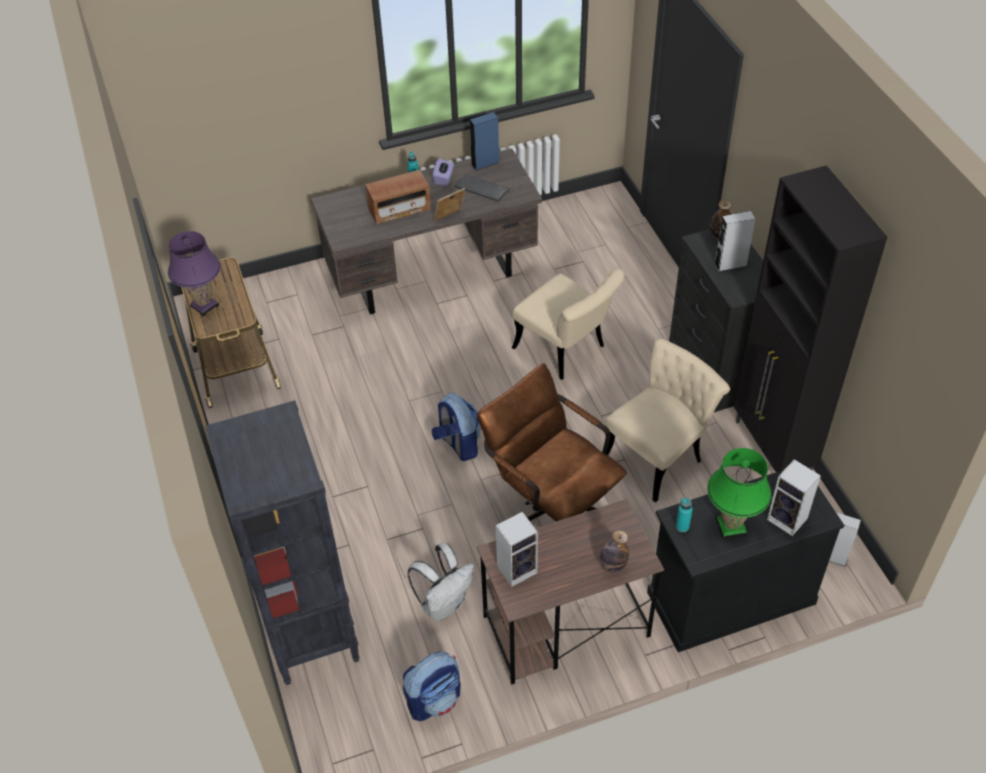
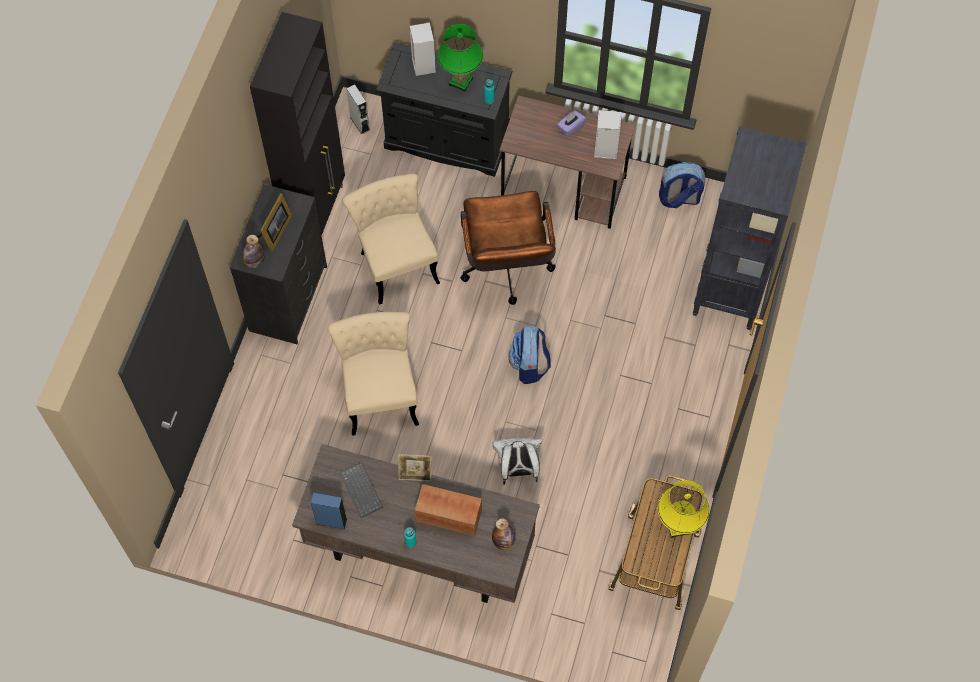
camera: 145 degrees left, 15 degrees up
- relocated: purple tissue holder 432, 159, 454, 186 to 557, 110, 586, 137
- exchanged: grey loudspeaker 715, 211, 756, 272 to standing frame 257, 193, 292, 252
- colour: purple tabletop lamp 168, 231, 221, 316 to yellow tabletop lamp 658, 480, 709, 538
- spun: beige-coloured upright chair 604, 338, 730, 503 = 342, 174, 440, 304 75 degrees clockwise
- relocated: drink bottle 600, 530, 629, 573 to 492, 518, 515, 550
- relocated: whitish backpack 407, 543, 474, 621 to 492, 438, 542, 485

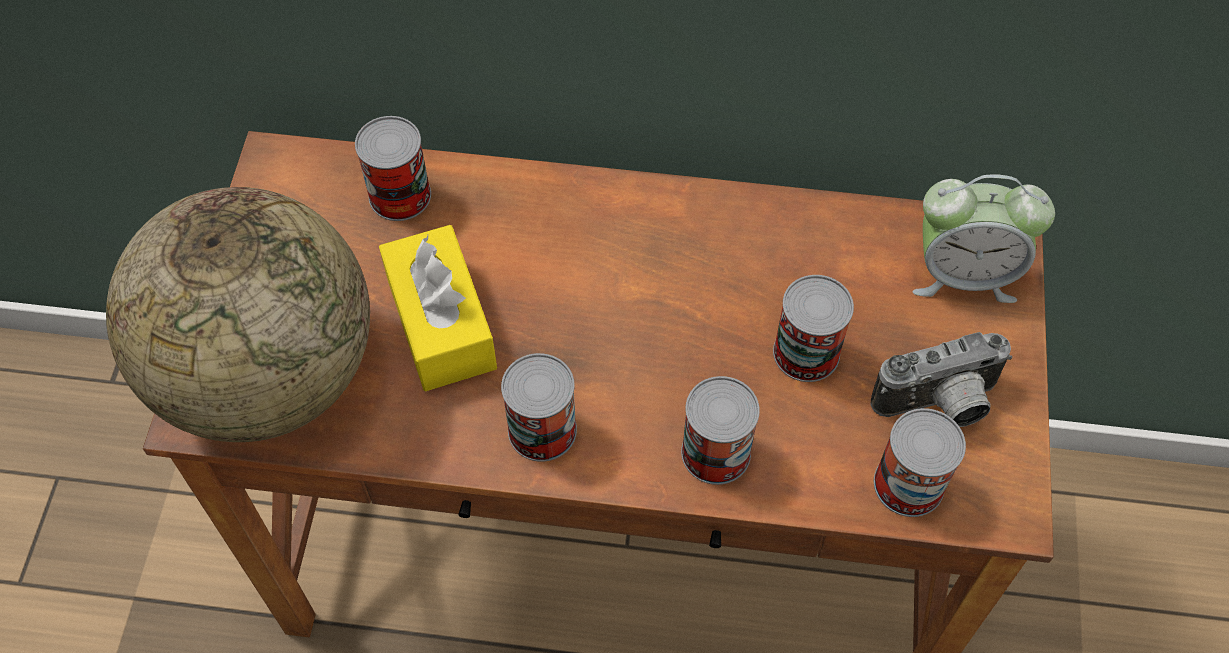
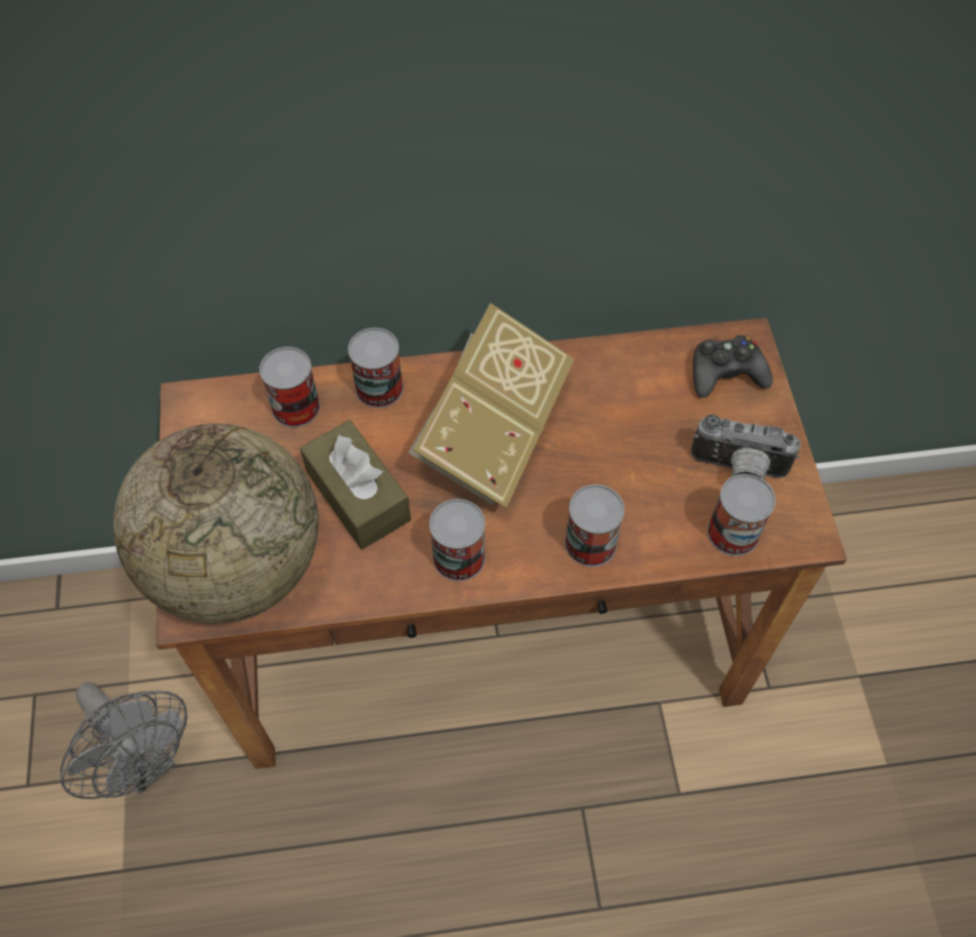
camera: 15 degrees left, 0 degrees up
- exchanged: bedside clock 913, 175, 1055, 303 to blackish joypad 693, 335, 773, 398
- colour: yellow tissue holder 379, 225, 497, 391 to brownish tissue holder 300, 420, 411, 550
- relocated: sealed can 773, 275, 854, 382 to 348, 328, 403, 408
- spun: still camera 871, 332, 1012, 427 = 691, 414, 801, 480 45 degrees clockwise
- appeared: volume 408, 303, 574, 508
- appeared: grey cooling fan 60, 682, 187, 799

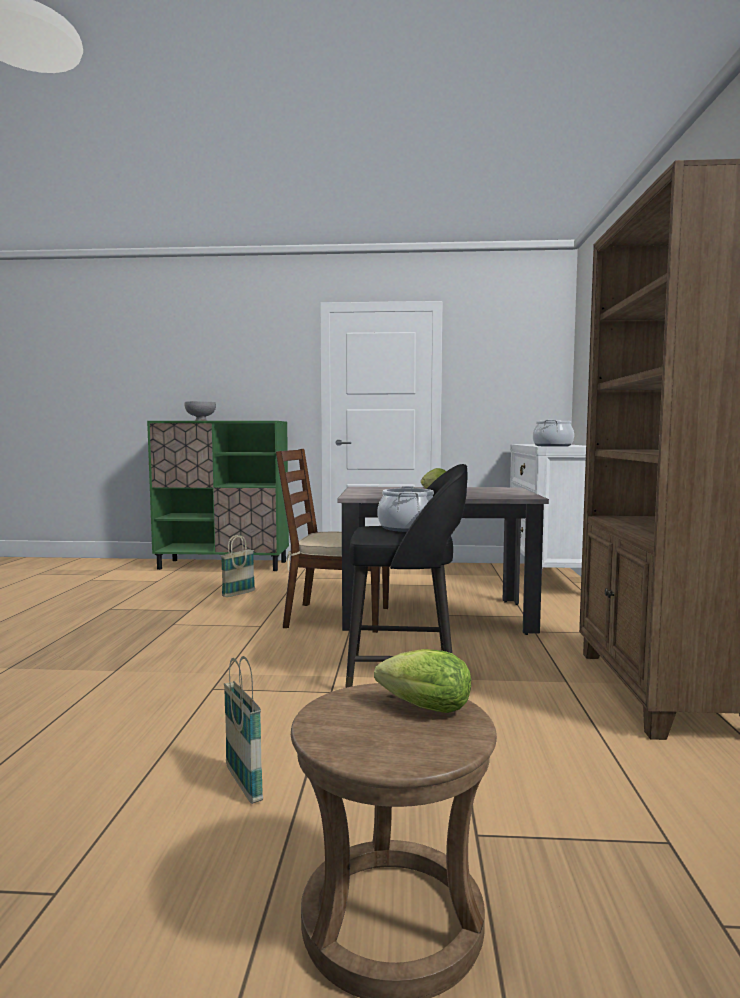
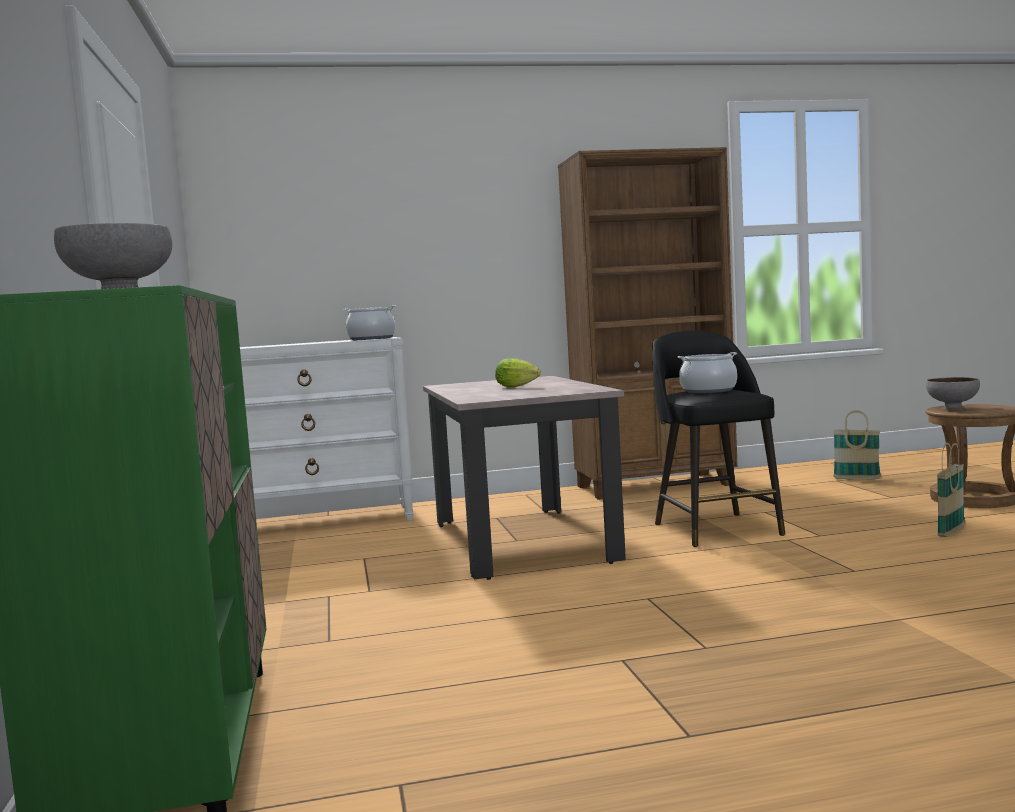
camera: 105 degrees left, 0 degrees up
- missing: brownish upright chair 276, 449, 390, 633
- relocated: household basket 221, 535, 255, 597 to 833, 410, 881, 479
- exchanged: lettuce 374, 649, 471, 713 to grey bowl 926, 377, 980, 410

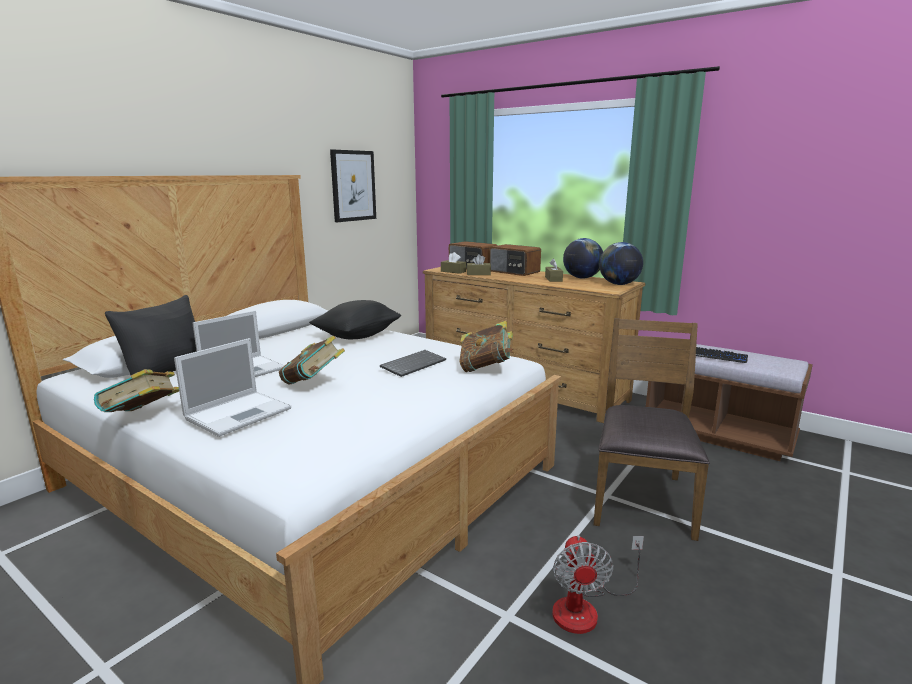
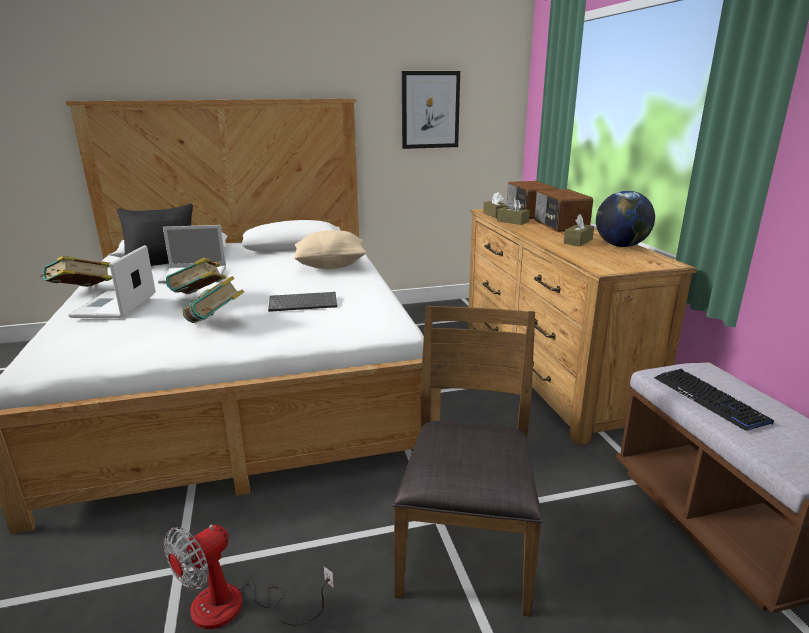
camera: 40 degrees right, 5 degrees up
- missing: globe 599, 242, 643, 285
- colour: blackish pillow 309, 300, 401, 340 to beige-coloured pillow 294, 230, 367, 269
- spun: brownish upright chair 594, 318, 710, 541 = 393, 305, 542, 617 45 degrees counterclockwise
- relocated: volume 459, 321, 514, 372 to 182, 276, 244, 323
- spun: laptop 174, 338, 291, 437 = 68, 245, 156, 318 105 degrees clockwise

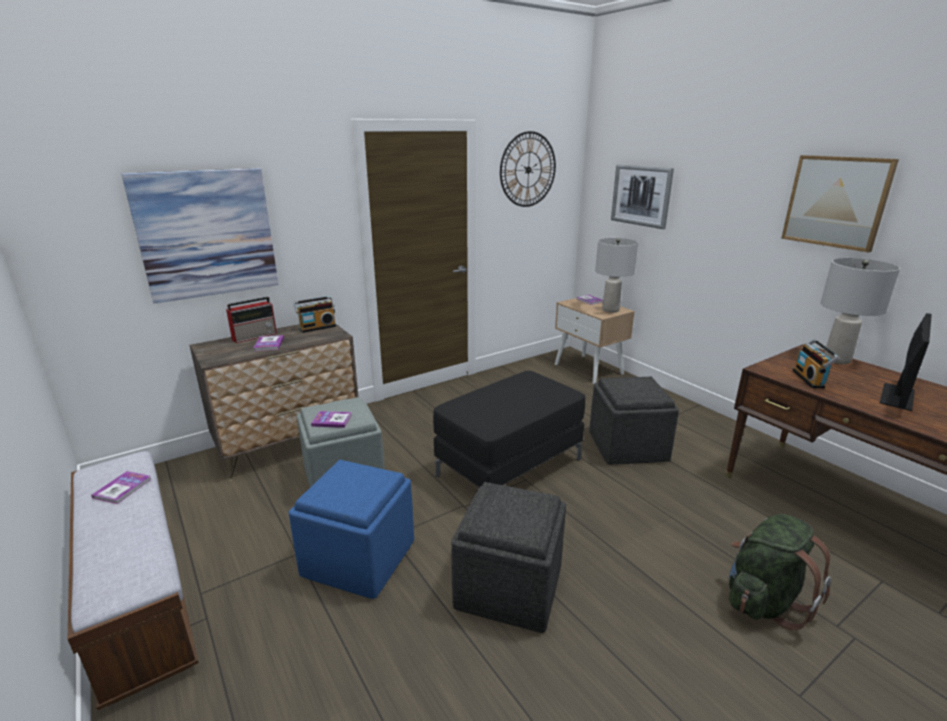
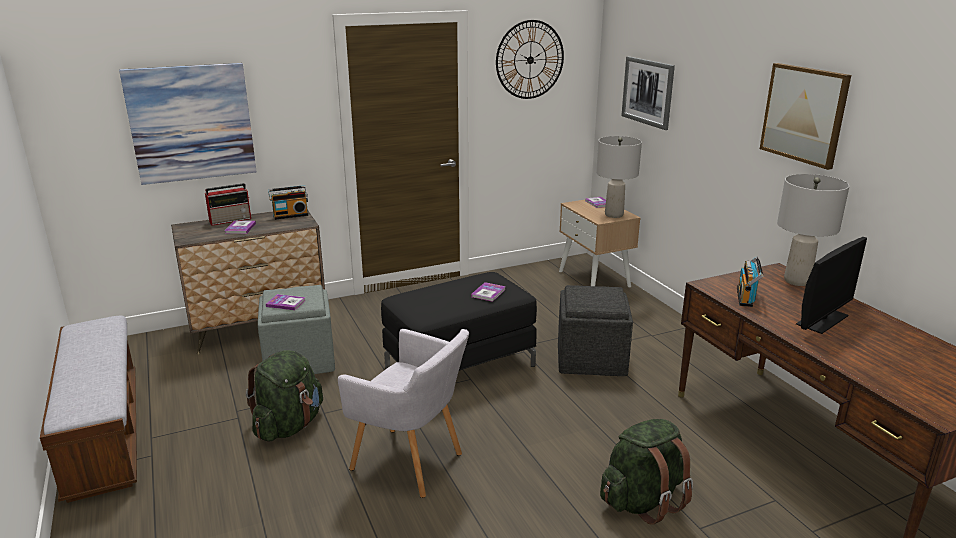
camera: 10 degrees right, 0 degrees up
- exchanged: blue-coloured pouffe 289, 460, 414, 599 to greenish backpack 246, 350, 323, 442
- relocated: volume 91, 471, 152, 504 to 471, 282, 506, 302
- exchanged: grey pouffe 451, 482, 566, 633 to grey lounge chair 338, 329, 469, 498

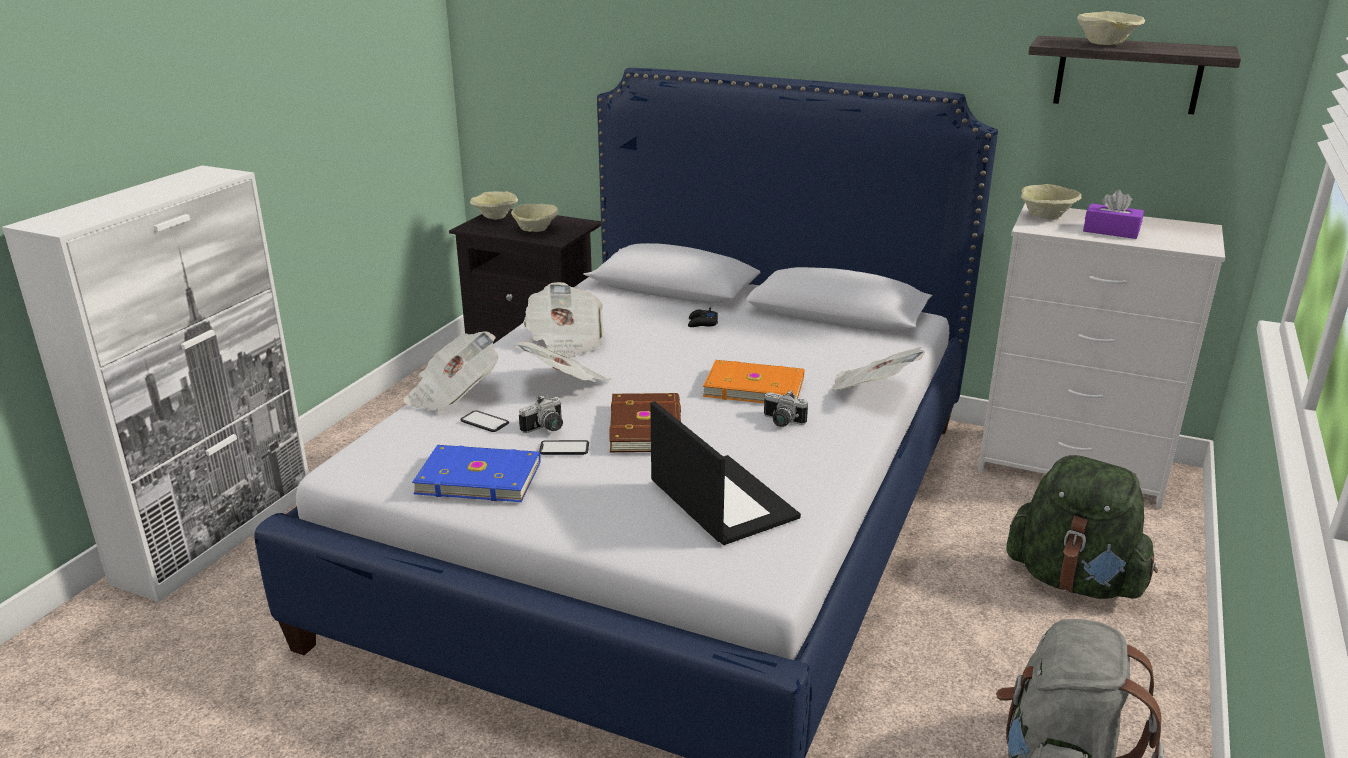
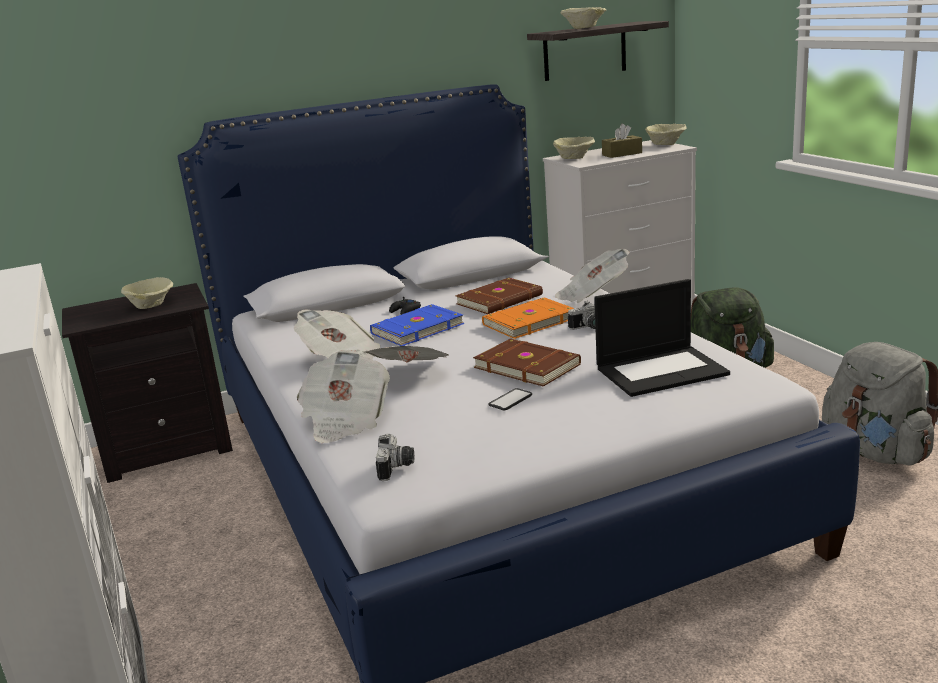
camera: 45 degrees left, 5 degrees down
- colour: purple tissue holder 1083, 190, 1144, 239 to brownish tissue holder 602, 124, 642, 158
- relocated: beige-coloured bowl 470, 191, 518, 220 to 645, 124, 687, 145
- relocated: still camera 519, 395, 563, 433 to 376, 433, 414, 481
- spun: laptop 650, 401, 801, 545 = 594, 279, 730, 397 150 degrees clockwise
- missing: handset 460, 410, 509, 432
- relocated: blue-coloured volume 412, 445, 541, 502 to 370, 304, 464, 346
- appeared: brownish volume 455, 278, 543, 314

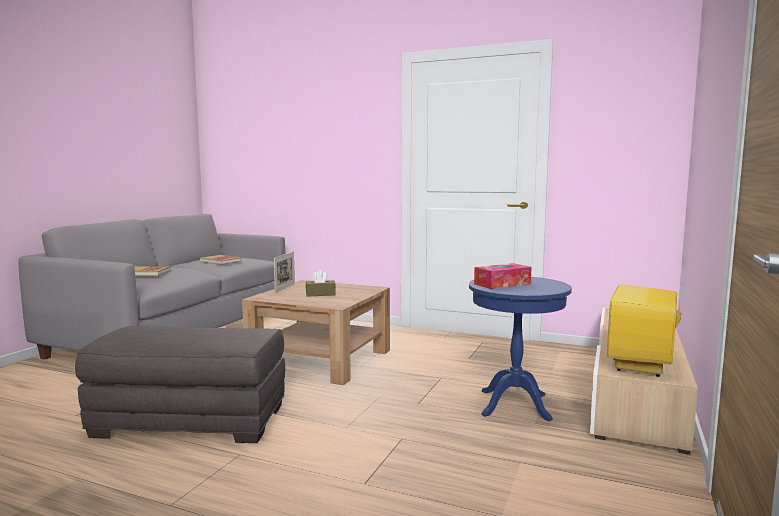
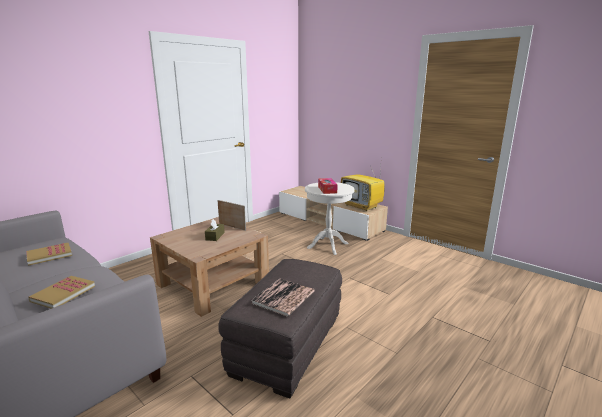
camera: 70 degrees left, 10 degrees up
- relocated: standing frame 274, 252, 295, 293 to 217, 200, 246, 231
- colour: blue-coloured accent table 469, 277, 572, 421 to whitish accent table 305, 182, 355, 255
- appeared: volume 251, 279, 315, 317

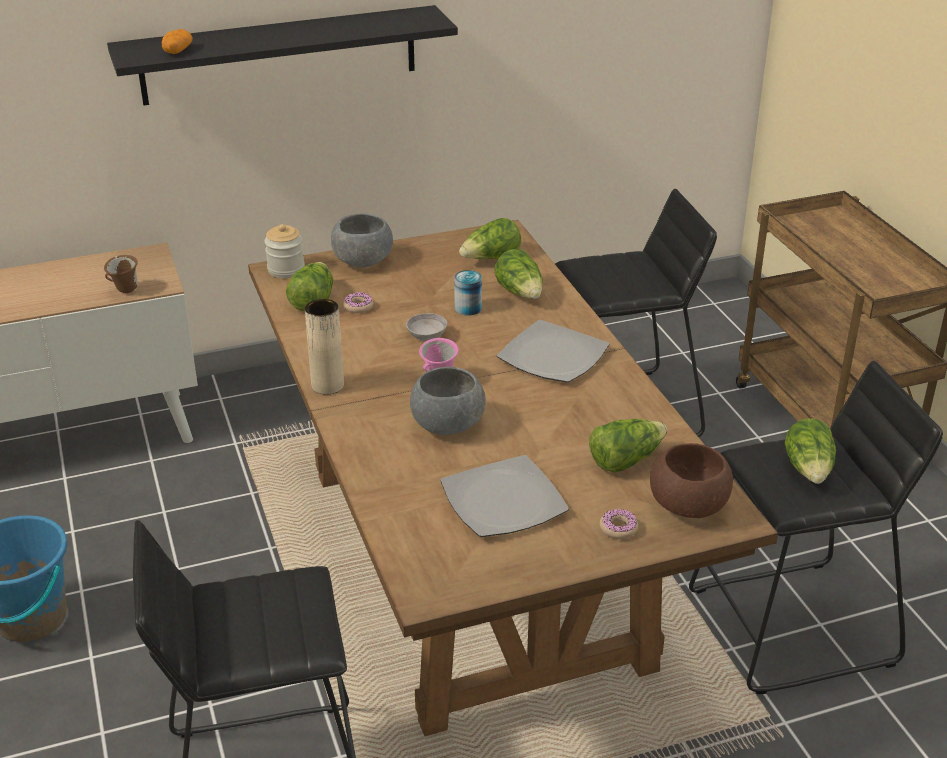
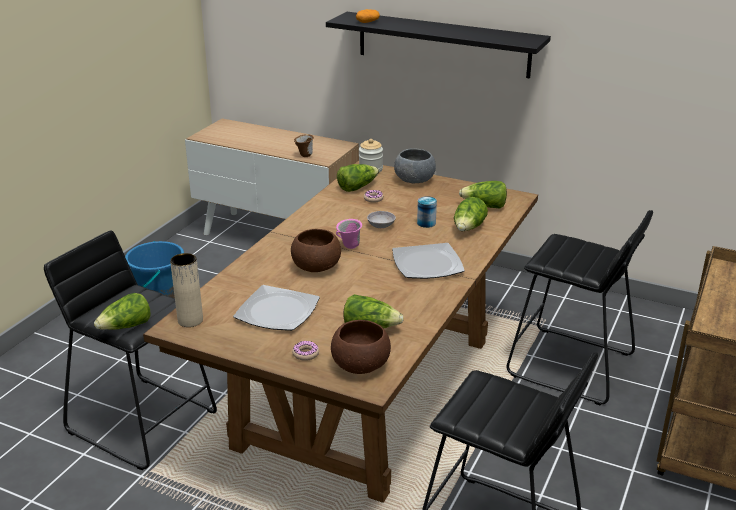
camera: 45 degrees right, 5 degrees down
- relocated: beige-coloured decorative vase 305, 299, 344, 395 to 170, 253, 203, 327
- colour: grey bowl 410, 367, 486, 435 to brownish bowl 291, 229, 341, 272
- relocated: lettuce 785, 418, 836, 484 to 94, 293, 151, 330

